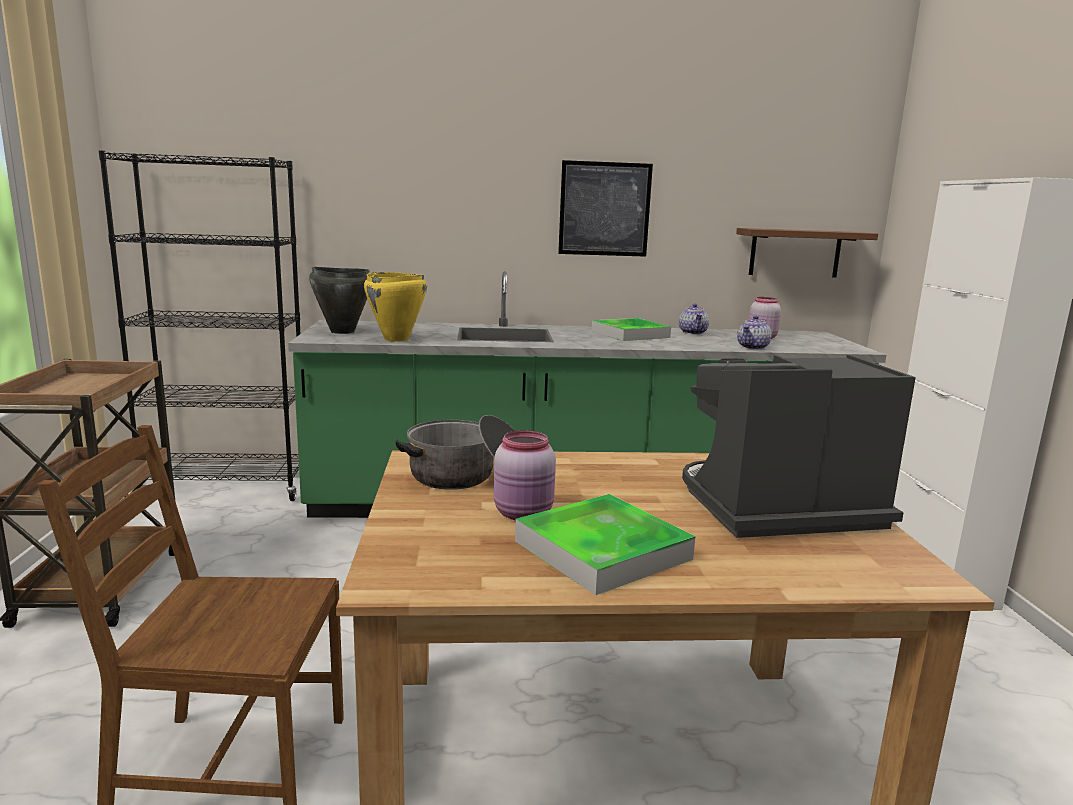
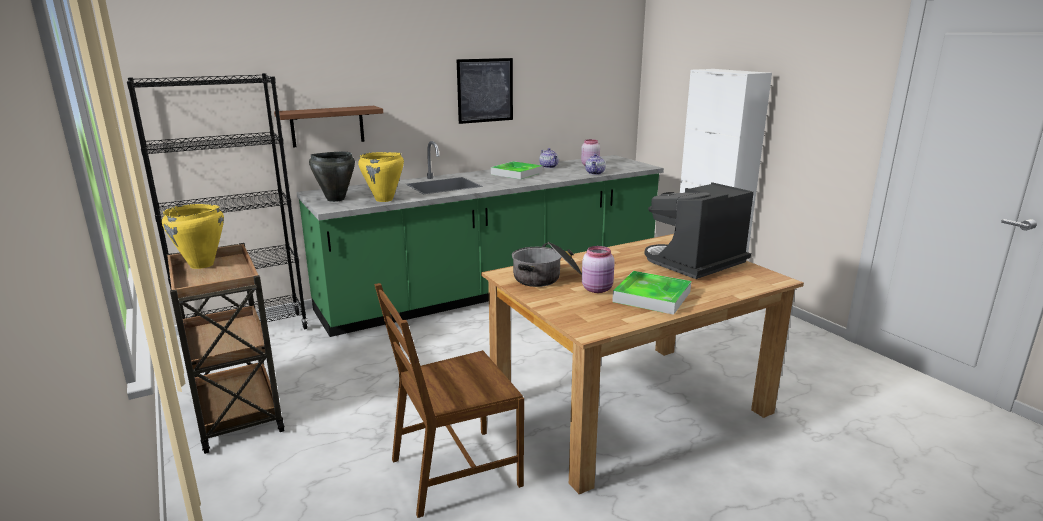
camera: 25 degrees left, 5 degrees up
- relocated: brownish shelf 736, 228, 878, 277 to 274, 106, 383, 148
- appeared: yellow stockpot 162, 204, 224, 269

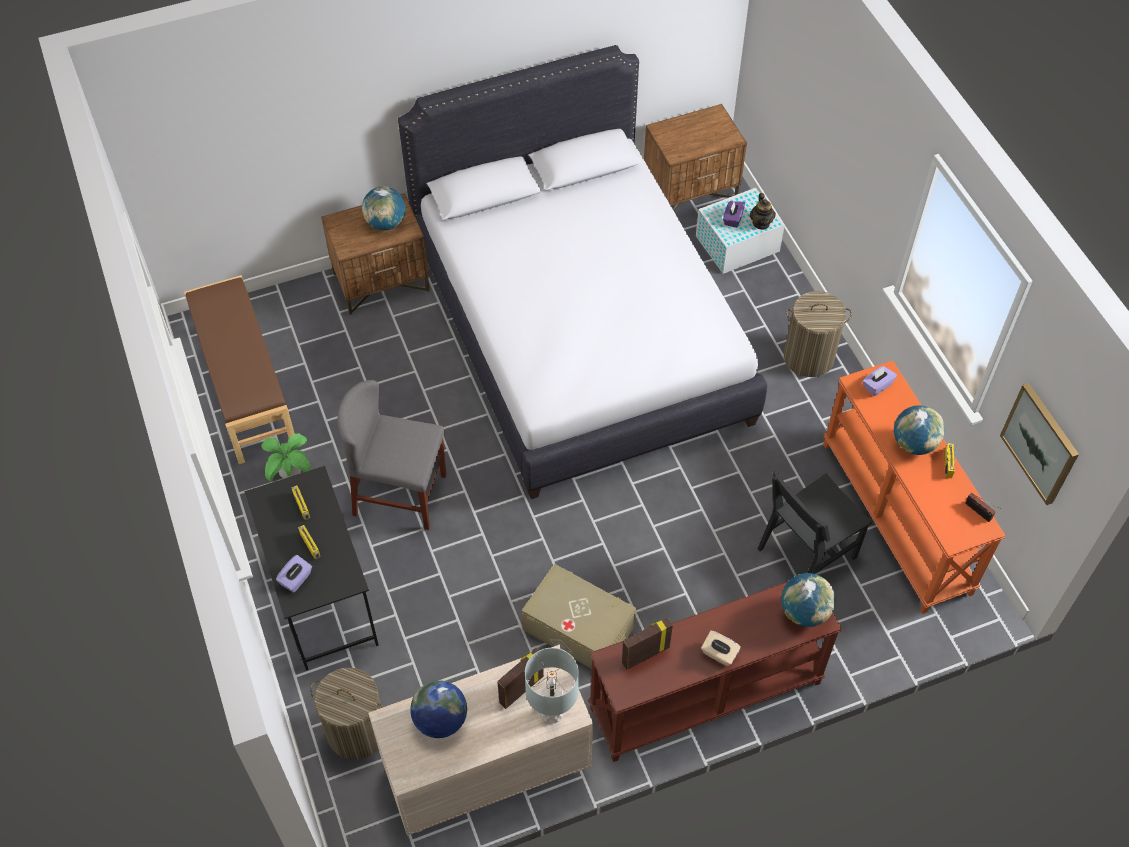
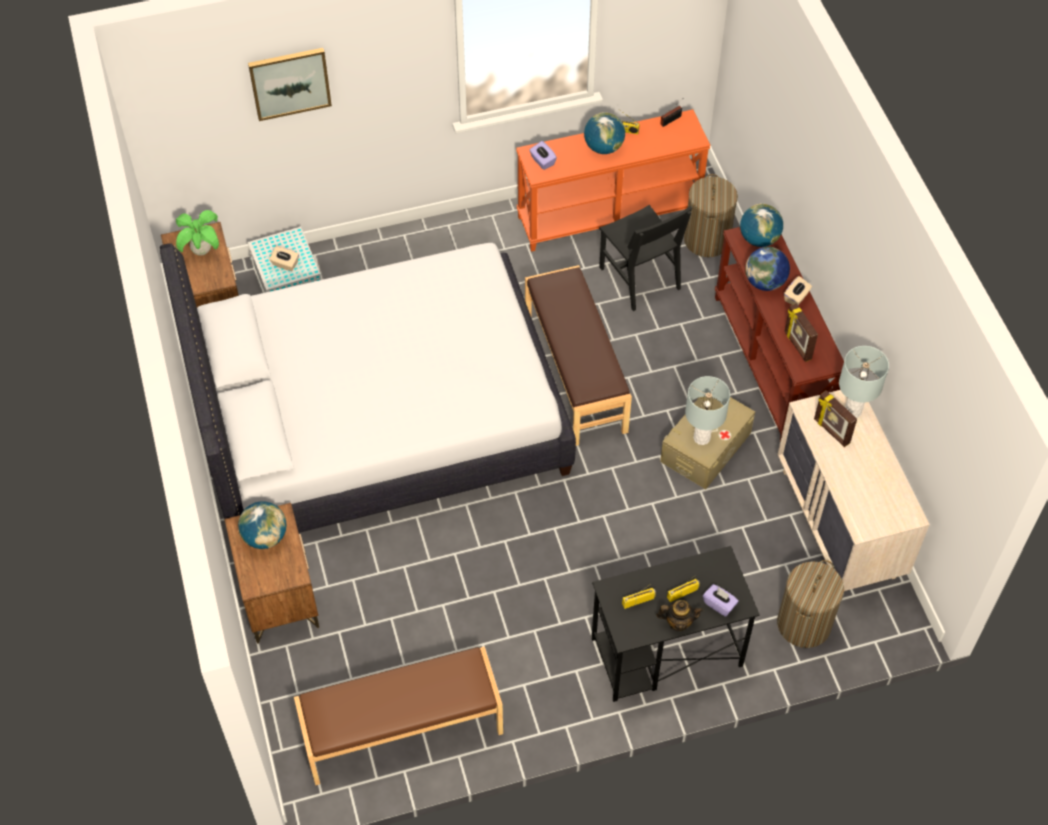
camera: 85 degrees left, 0 degrees up
- relocated: teapot 750, 193, 776, 230 to 656, 600, 703, 631
- colour: purple tissue holder 723, 201, 745, 228 to beige-coloured tissue holder 269, 246, 299, 271
- relocated: washing basket 784, 291, 852, 377 to 684, 174, 738, 257
- missing: grey upright chair 337, 380, 446, 530
- relocated: wall art 1000, 383, 1079, 505 to 248, 48, 332, 121
- relocated: potted plant 261, 434, 311, 482 to 176, 210, 219, 256
- relocated: globe 410, 680, 467, 738 to 745, 247, 790, 291
- appeared: brownish long seat 525, 265, 632, 446
- appeared: grey tabletop lamp 685, 376, 730, 445

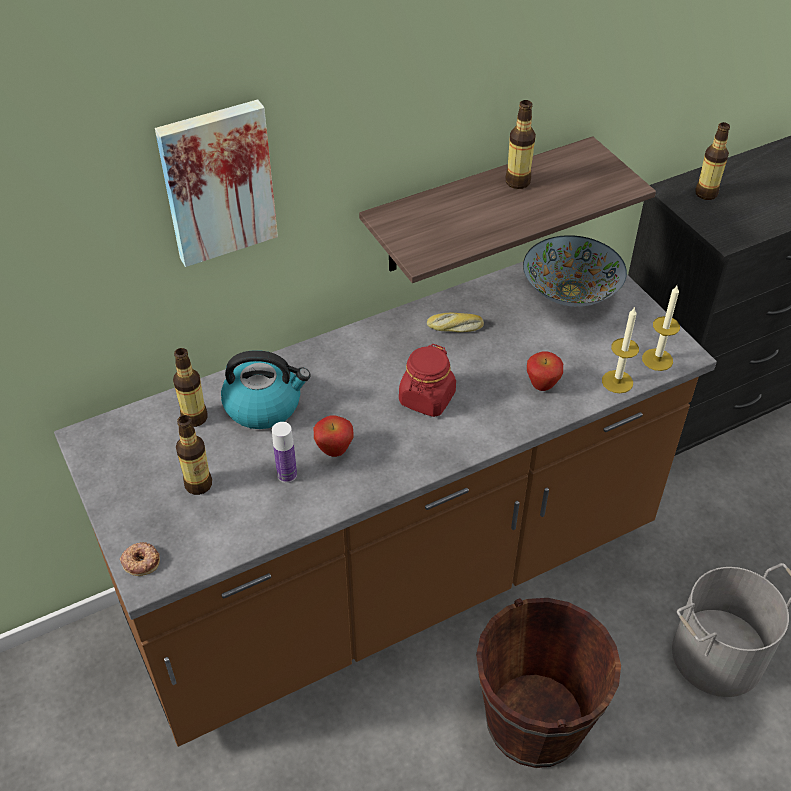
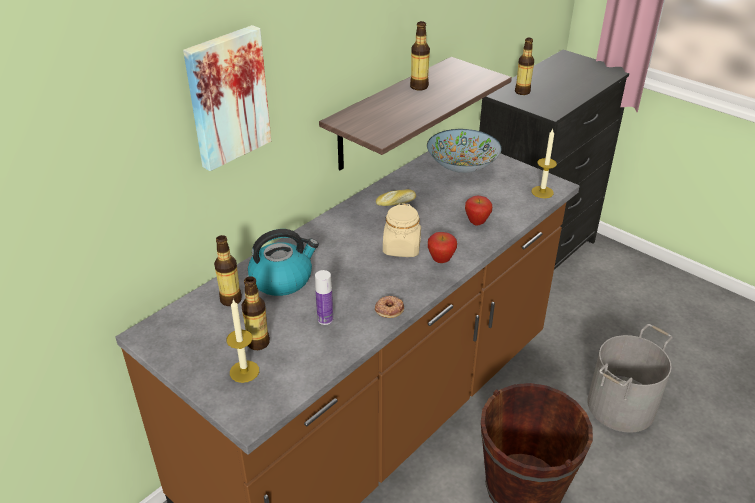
camera: 20 degrees left, 10 degrees down
- relocated: candle 602, 307, 639, 393 to 226, 299, 259, 383
- colour: red-coloured preserve jar 399, 344, 456, 417 to beige-coloured preserve jar 383, 203, 421, 257
- relocated: apple fruit 314, 415, 354, 457 to 428, 232, 457, 263
- relocated: ring doughnut 120, 542, 160, 576 to 375, 296, 404, 318

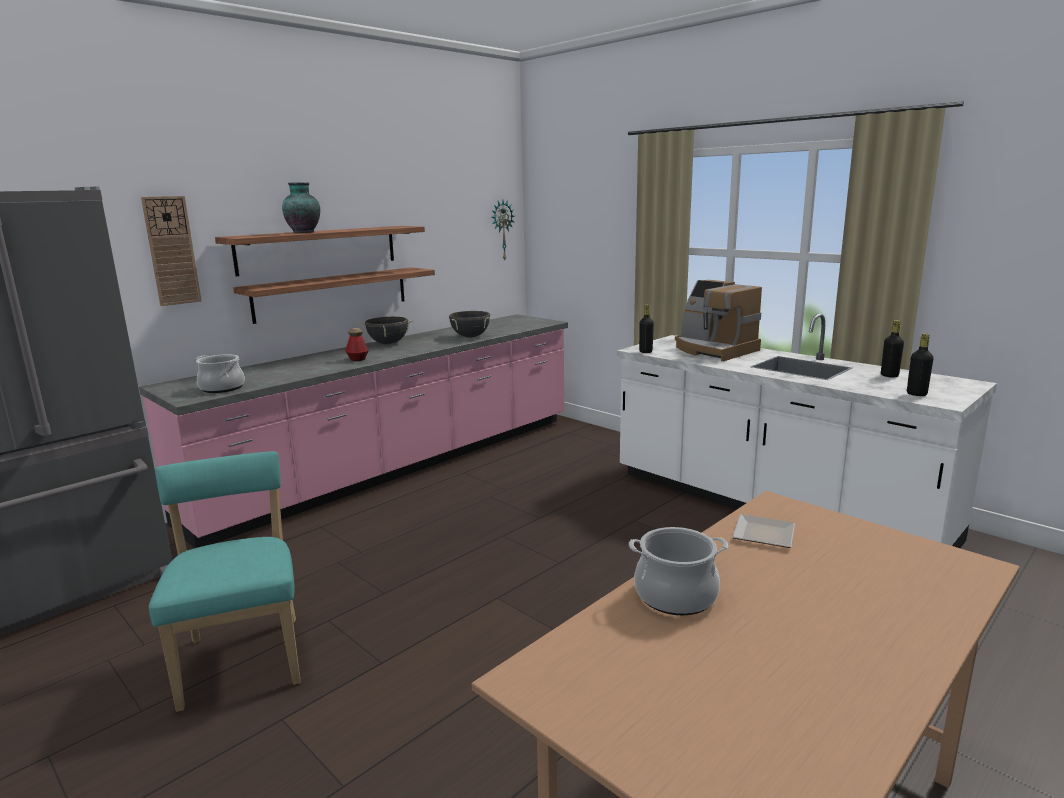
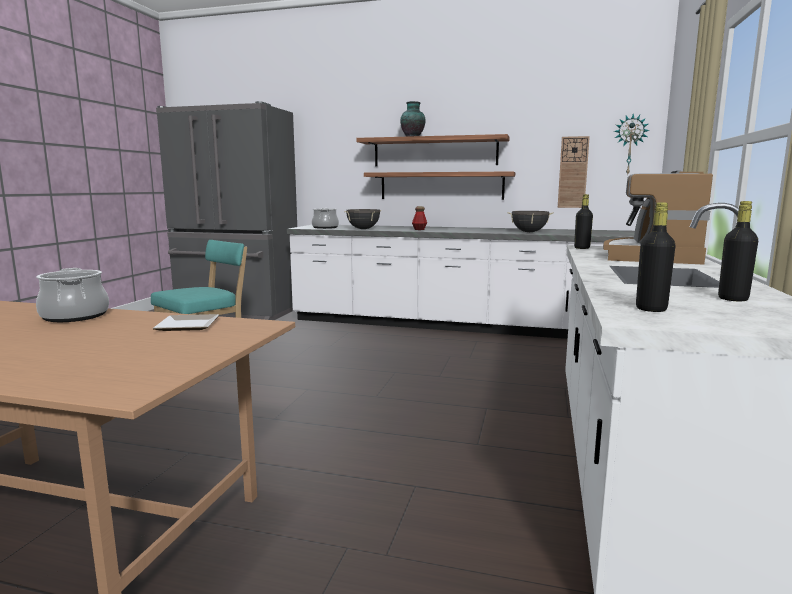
camera: 60 degrees right, 5 degrees down
- relocated: hanging clock 141, 196, 202, 306 to 558, 136, 590, 208
- colour: pink kitchen base unit 139, 314, 568, 548 to whitish kitchen base unit 287, 225, 635, 339
- relocated: blackish stockpot 360, 317, 413, 344 to 344, 209, 381, 229

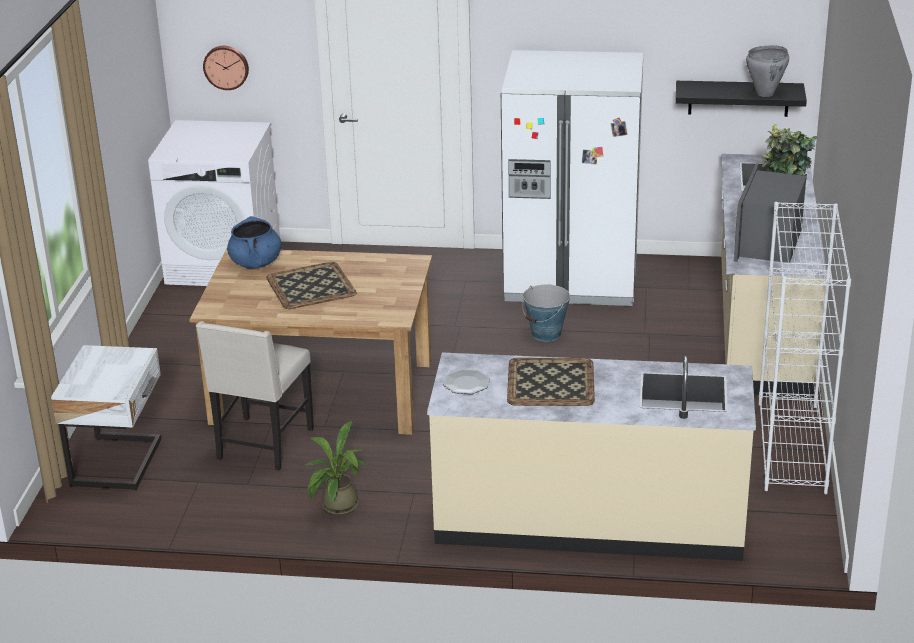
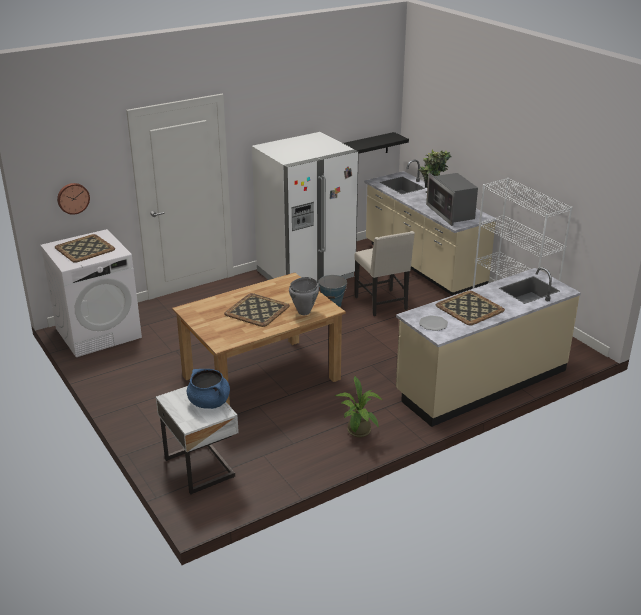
camera: 40 degrees left, 0 degrees up
- relocated: grey stockpot 746, 45, 789, 97 to 289, 277, 319, 315
- relocated: blue-coloured stockpot 227, 216, 281, 269 to 187, 369, 230, 409
- relocated: beige-coloured upright chair 196, 321, 314, 470 to 354, 231, 415, 316
- appeared: serving tray 55, 234, 115, 263

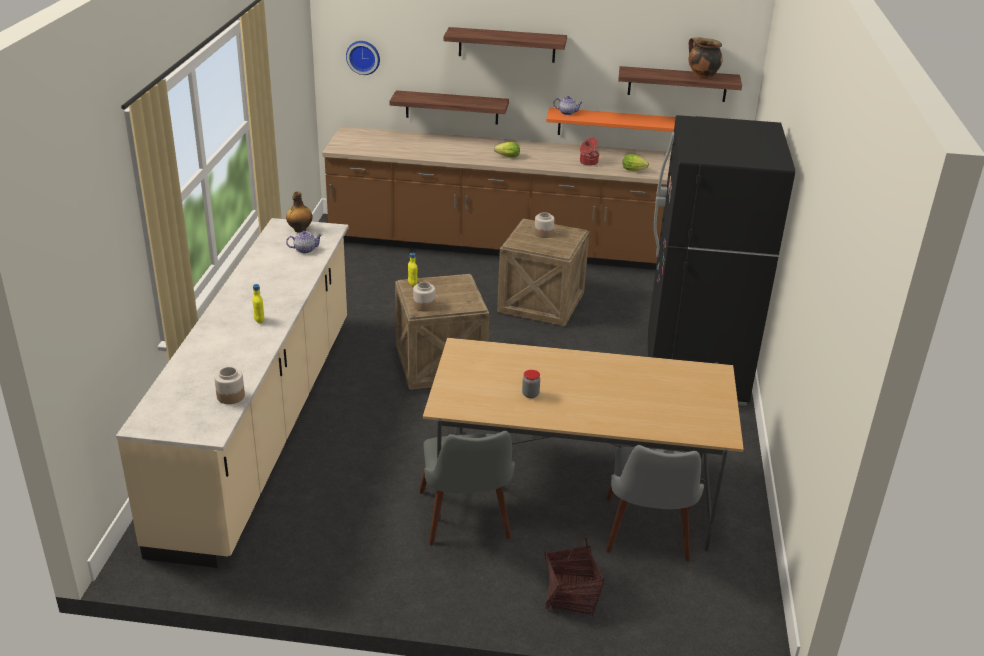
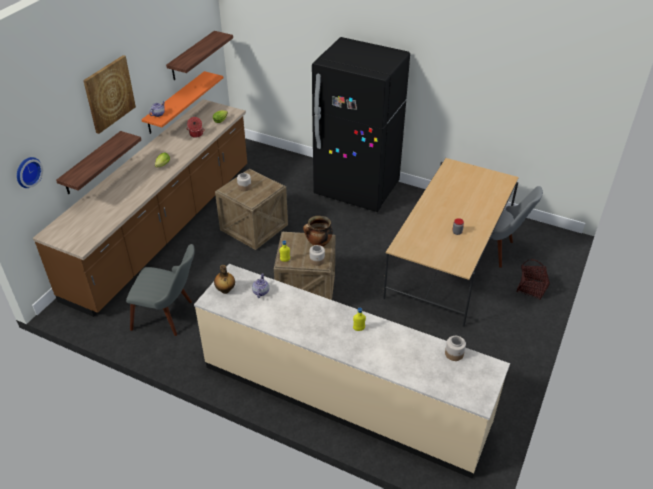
camera: 70 degrees left, 10 degrees up
- exchanged: shelf 443, 27, 567, 63 to wall art 83, 55, 136, 134
- relocated: stockpot 688, 37, 723, 79 to 303, 216, 333, 247
- relocated: grey upright chair 419, 431, 515, 545 to 126, 244, 195, 336

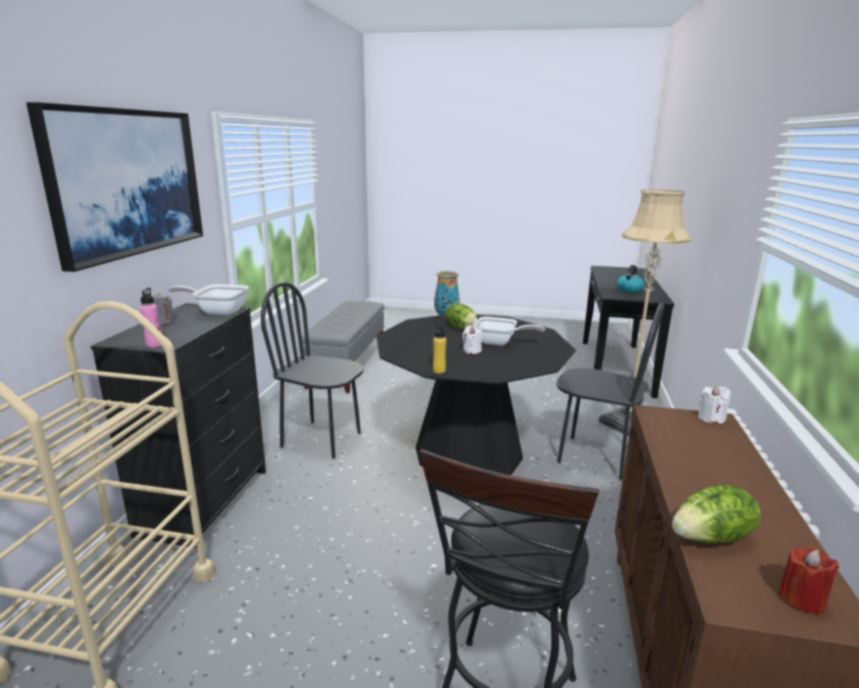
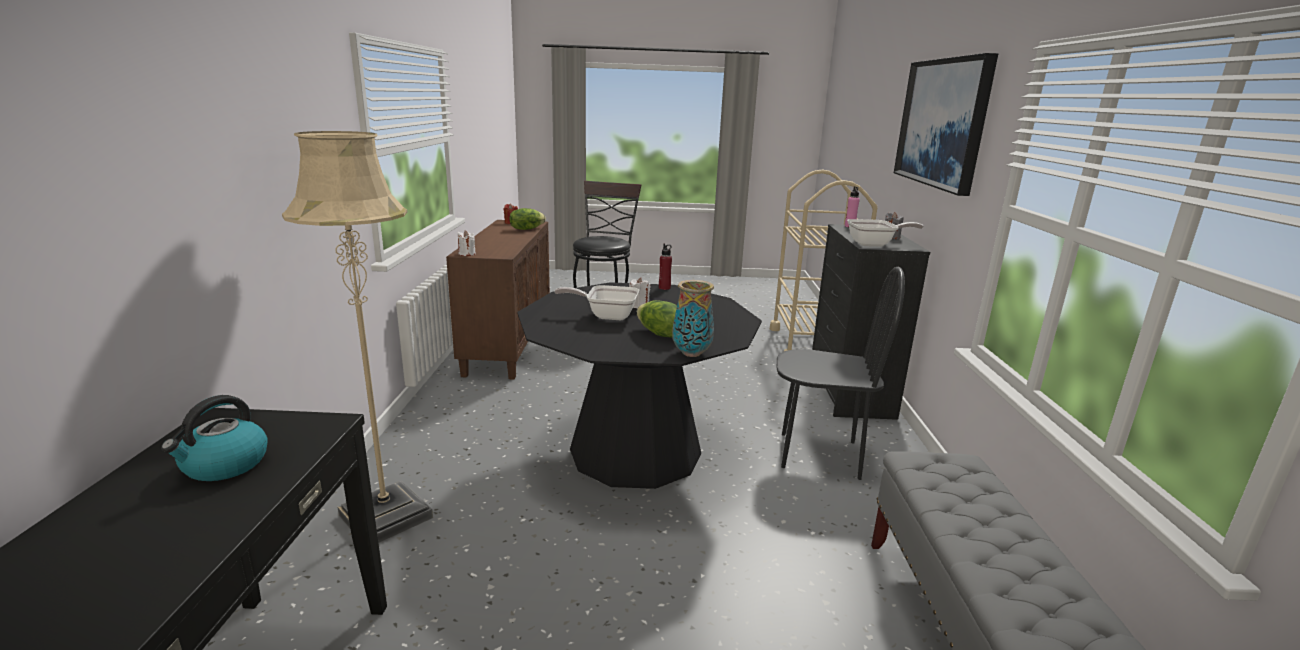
camera: 170 degrees right, 0 degrees up
- missing: blackish upright chair 556, 303, 664, 480
- colour: yellow drink bottle 433, 324, 446, 373 to red-coloured drink bottle 659, 244, 672, 290

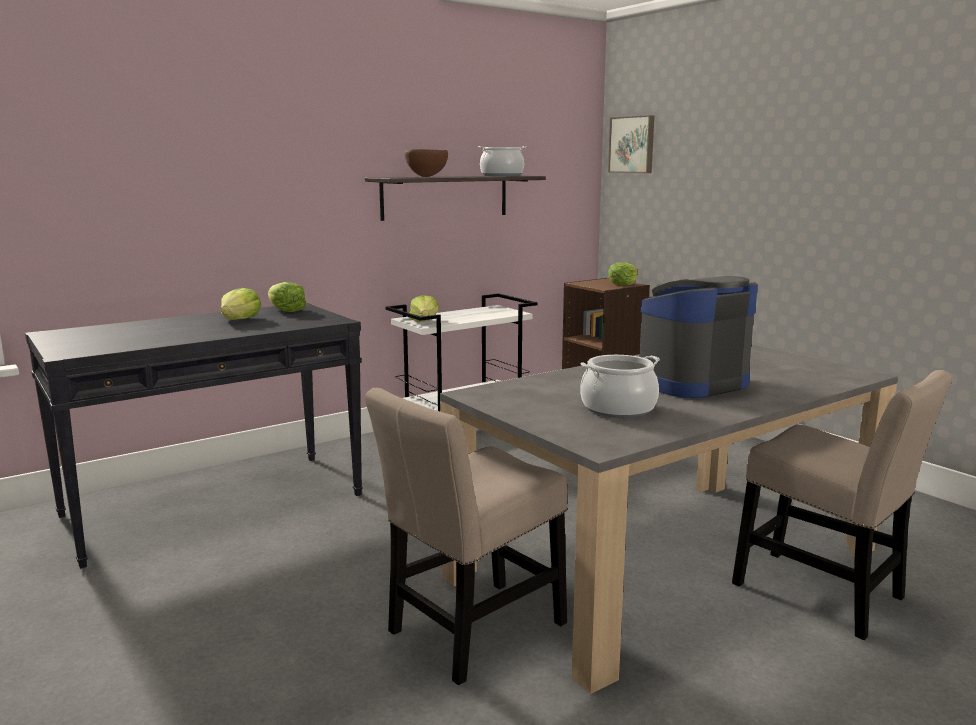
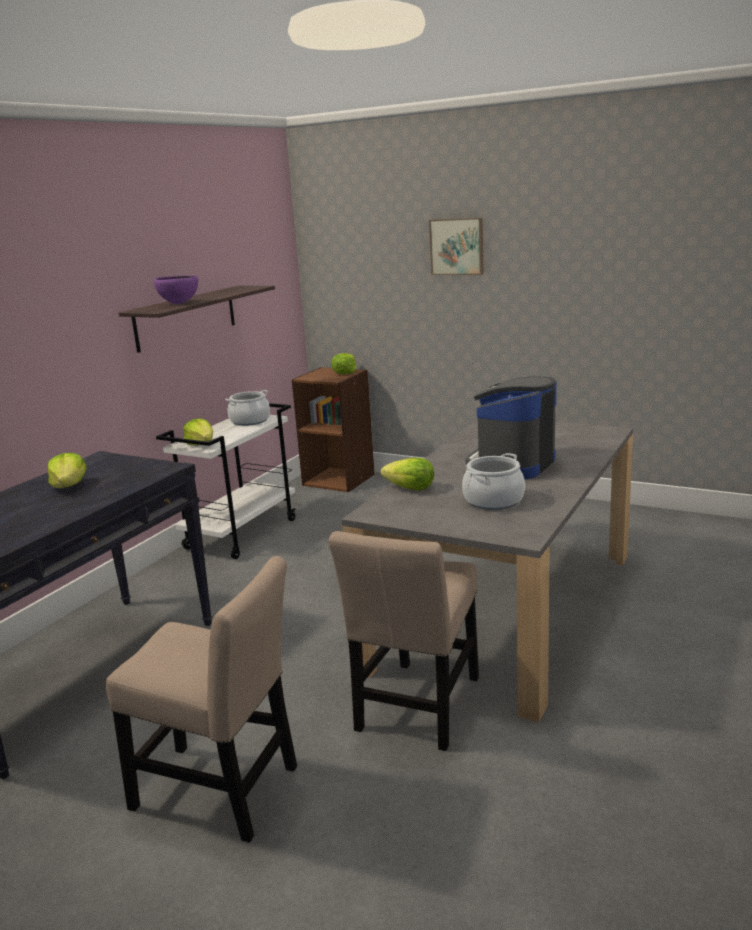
camera: 25 degrees left, 5 degrees up
- relocated: wall art 608, 115, 654, 173 to 429, 217, 484, 275
- relocated: stockpot 478, 146, 526, 176 to 225, 390, 270, 426
- colour: brownish bowl 404, 149, 448, 177 to purple bowl 154, 275, 198, 304
- relocated: lettuce 268, 282, 306, 312 to 381, 458, 434, 491
- relocated: beige-coloured upright chair 732, 370, 952, 640 to 106, 556, 297, 843

